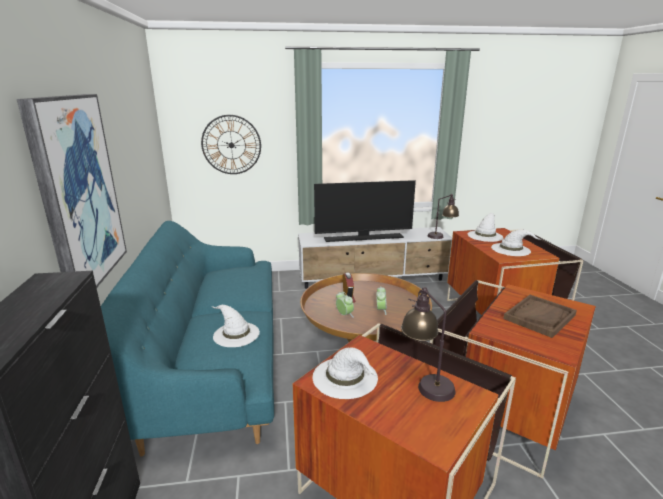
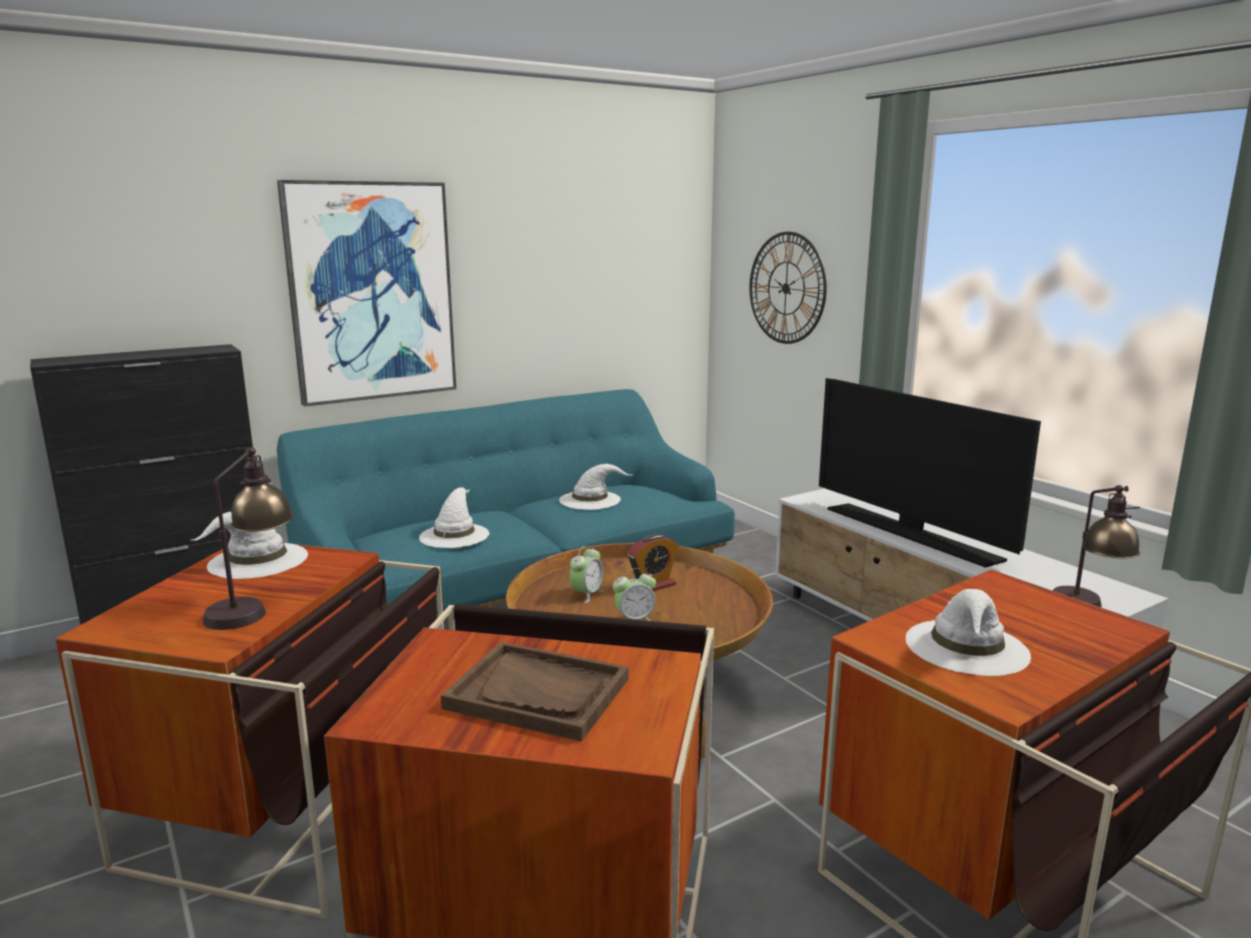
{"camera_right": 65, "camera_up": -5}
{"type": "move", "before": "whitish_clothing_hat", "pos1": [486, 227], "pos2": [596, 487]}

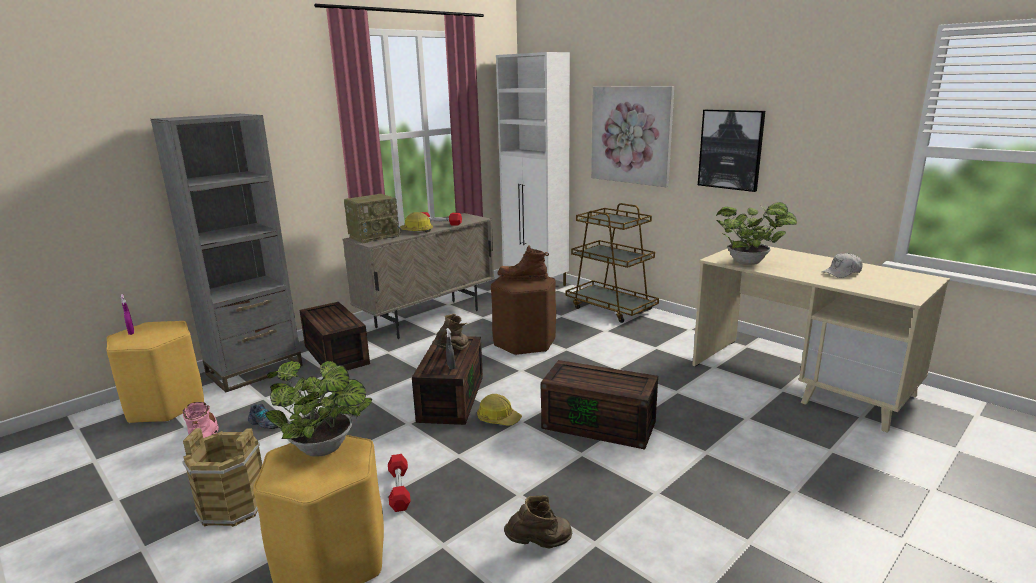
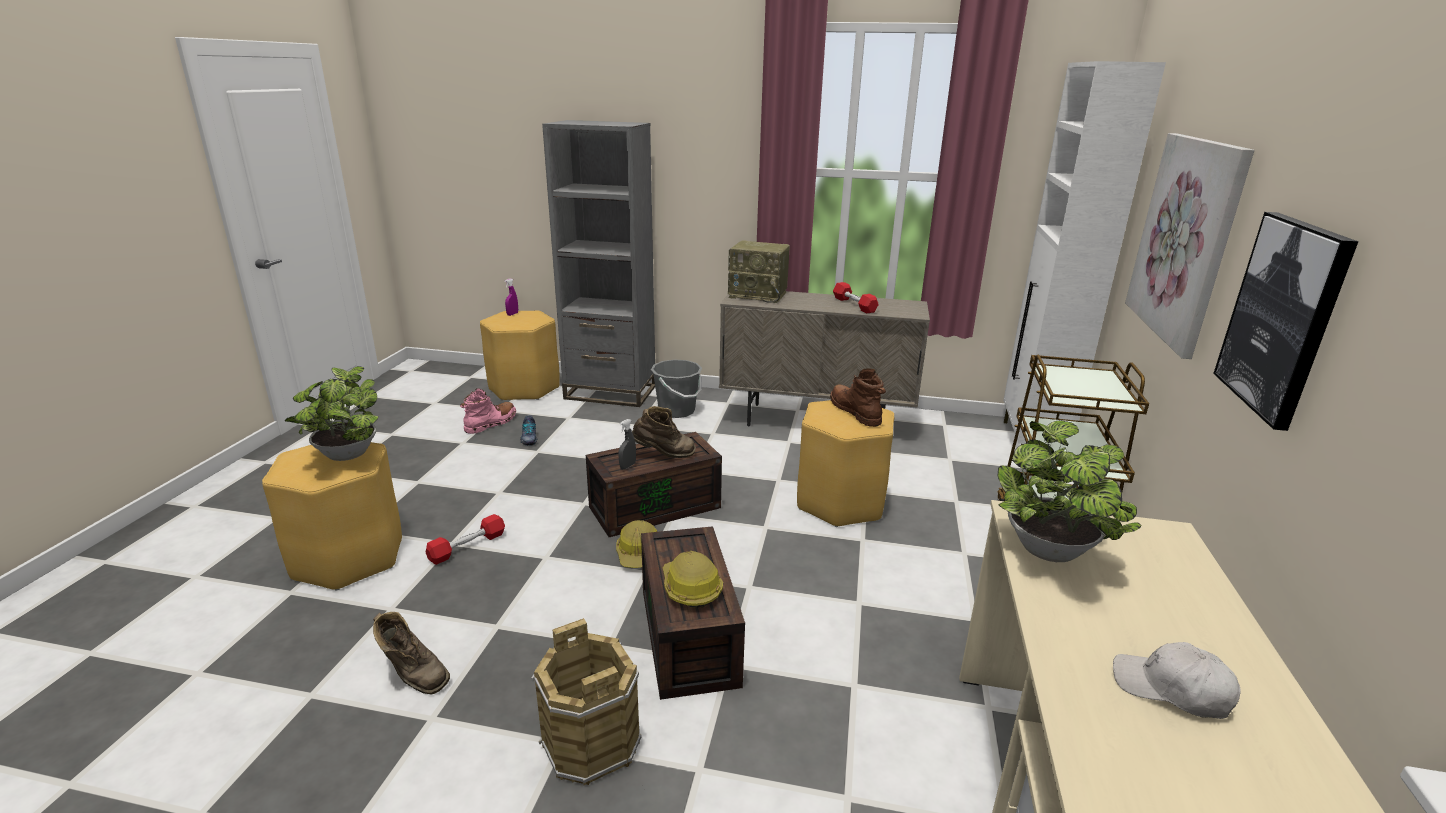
{"camera_right": 55, "camera_up": 5}
{"type": "move", "before": "brown-coloured_pail", "pos1": [222, 477], "pos2": [586, 701]}
{"type": "replace", "before": "brown-coloured_storage_container", "after": "gray_pail", "pos1": [334, 336], "pos2": [676, 389]}
{"type": "move", "before": "work_helmet", "pos1": [416, 222], "pos2": [693, 579]}
{"type": "recolor", "before": "brown-coloured_stool", "after": "yellowish_stool", "pos1": [523, 315], "pos2": [845, 463]}

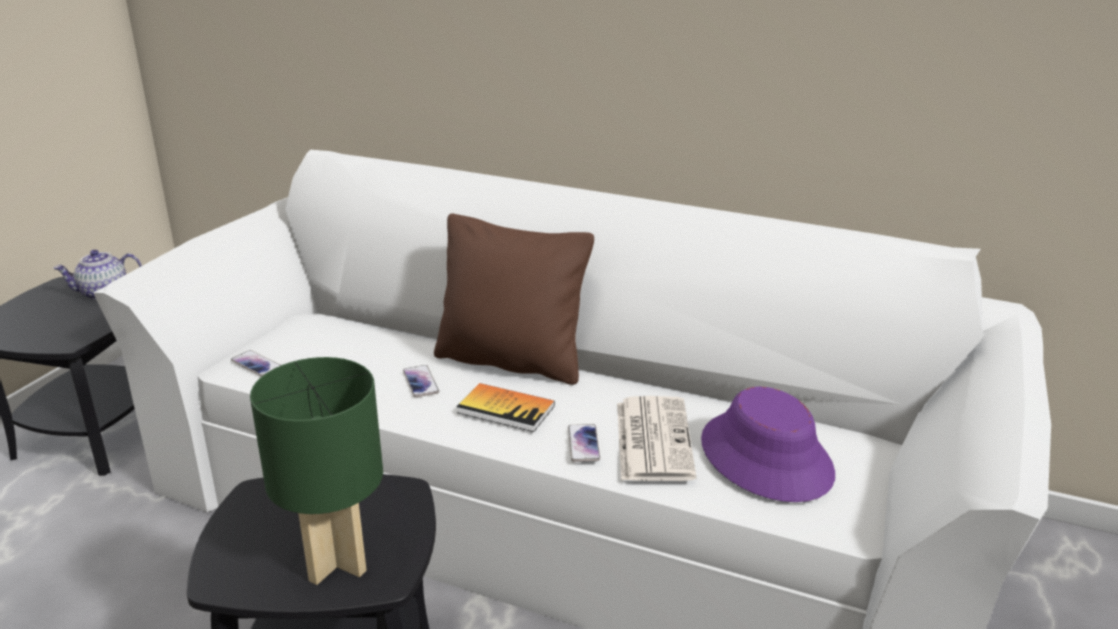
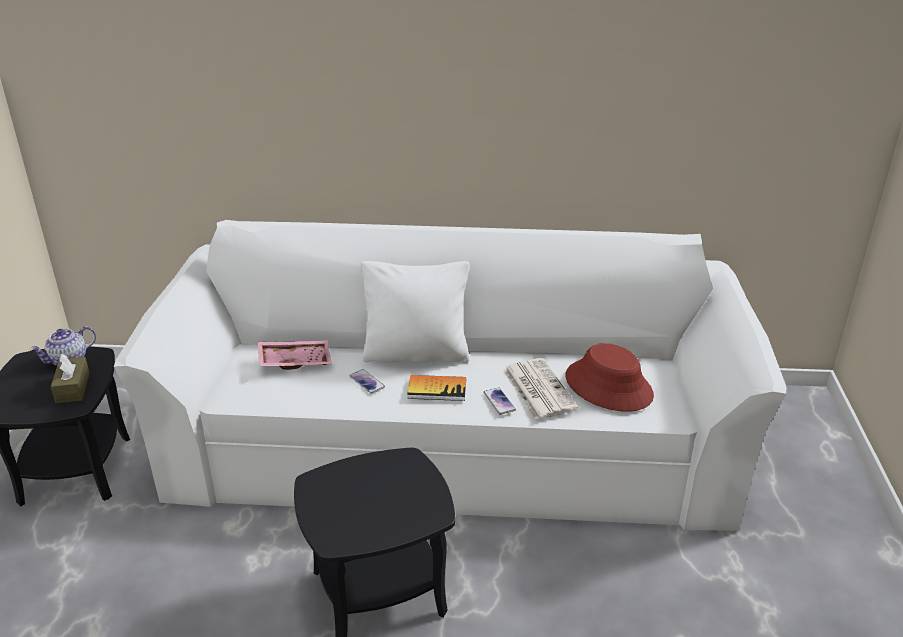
{"camera_right": -20, "camera_up": 5}
{"type": "delete", "before": "telephone", "pos1": [256, 363]}
{"type": "delete", "before": "green-coloured_table_lamp", "pos1": [316, 471]}
{"type": "recolor", "before": "brown-coloured_pillow", "after": "whitish_pillow", "pos1": [514, 299], "pos2": [415, 312]}
{"type": "recolor", "before": "purplish_clothing_hat", "after": "red-coloured_clothing_hat", "pos1": [768, 444], "pos2": [610, 377]}
{"type": "insert", "after": "brown-coloured_tissue_holder", "pos2": [70, 378]}
{"type": "insert", "after": "pinkish_carrying_tray", "pos2": [295, 355]}

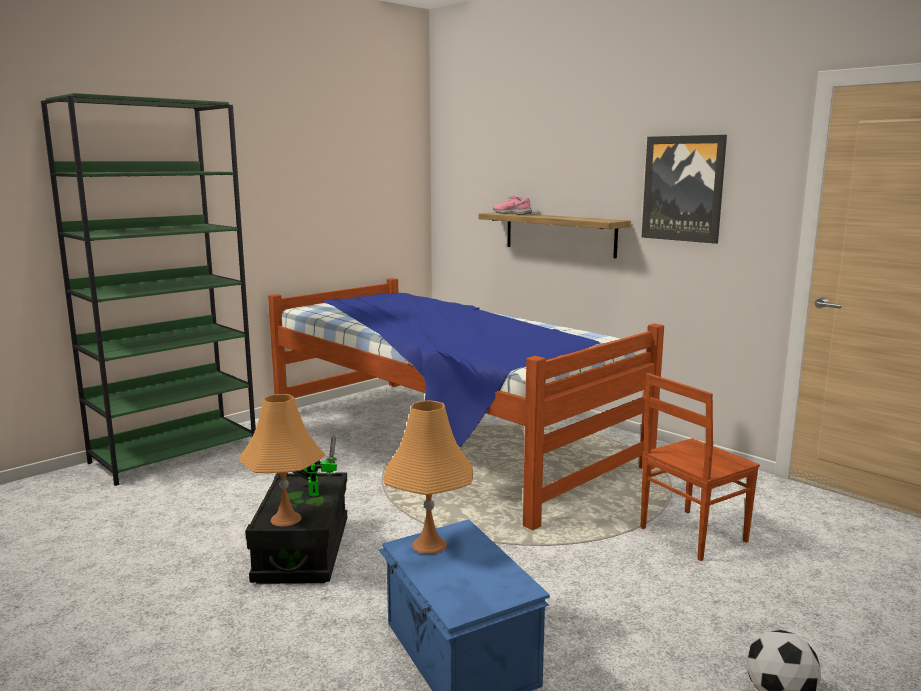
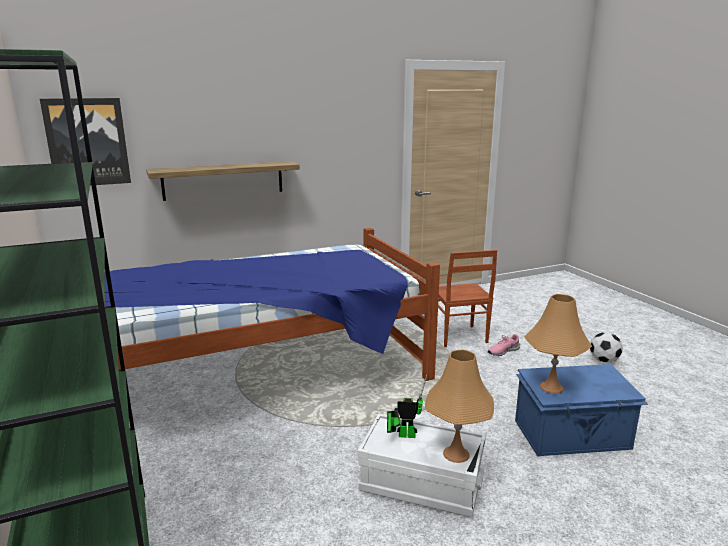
{"camera_right": -70, "camera_up": 5}
{"type": "recolor", "before": "black-coloured_storage_container", "after": "whitish_storage_container", "pos1": [296, 528], "pos2": [421, 466]}
{"type": "move", "before": "pinkish_low_shoe", "pos1": [512, 205], "pos2": [504, 345]}
{"type": "move", "before": "wall_art", "pos1": [684, 189], "pos2": [85, 142]}

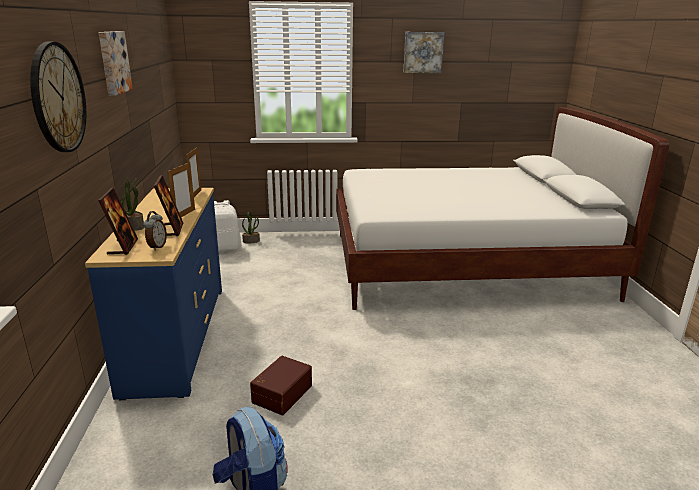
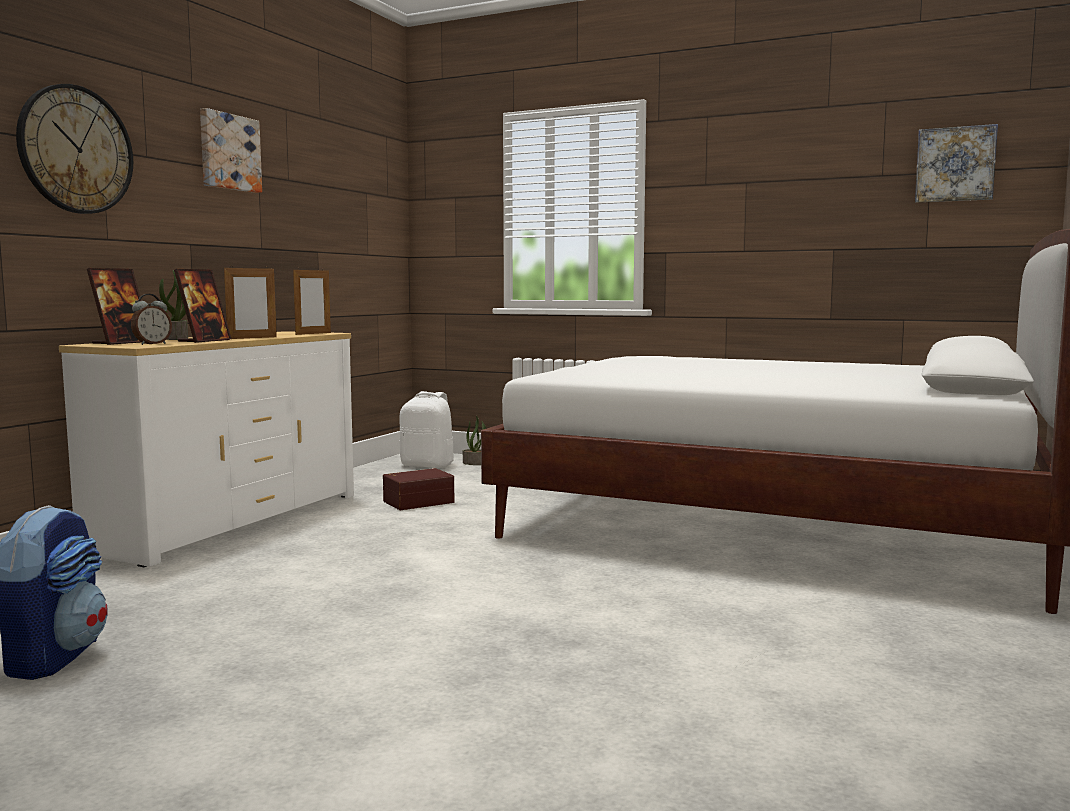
{"camera_right": 30, "camera_up": -15}
{"type": "recolor", "before": "blue_chest_of_drawers", "after": "whitish_chest_of_drawers", "pos1": [153, 294], "pos2": [206, 449]}
{"type": "move", "before": "brown-coloured_storage_container", "pos1": [281, 385], "pos2": [418, 489]}
{"type": "move", "before": "wall_art", "pos1": [424, 52], "pos2": [956, 163]}

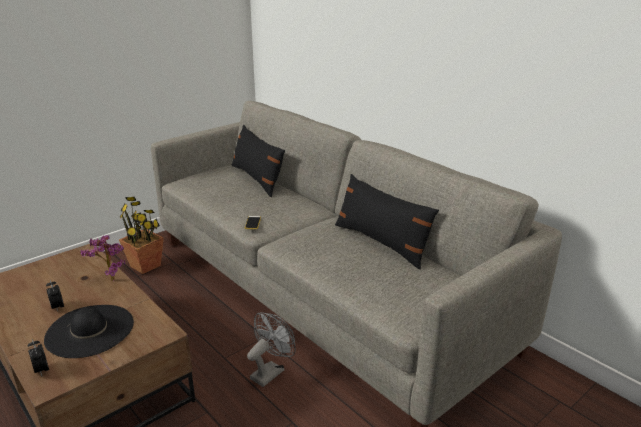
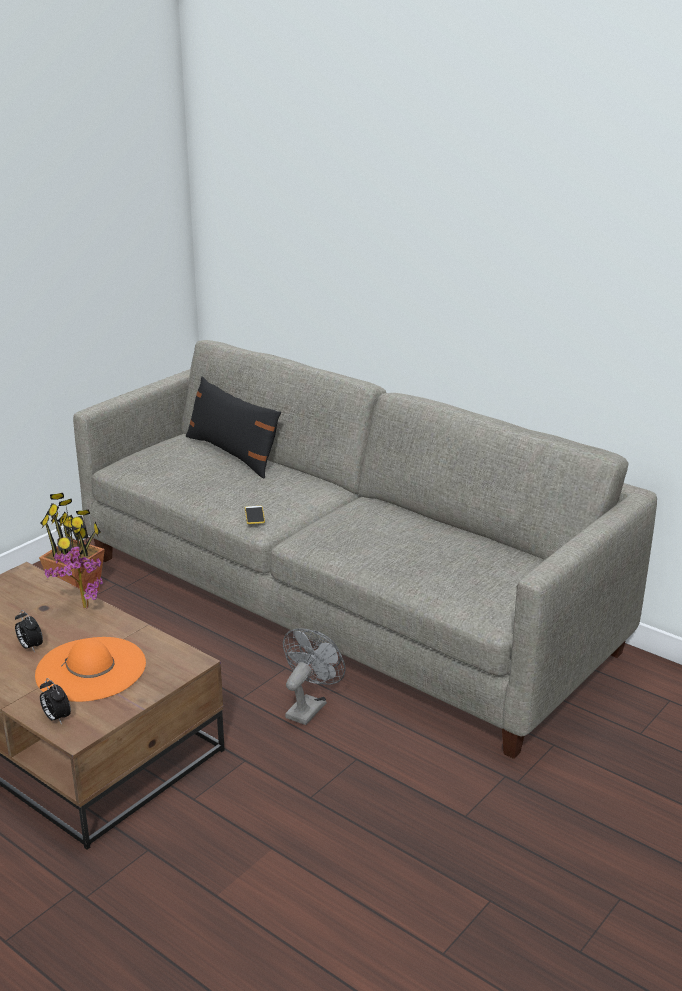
{"camera_right": -10, "camera_up": 0}
{"type": "recolor", "before": "black-coloured_clothing_hat", "after": "orange-coloured_clothing_hat", "pos1": [89, 331], "pos2": [90, 669]}
{"type": "delete", "before": "black-coloured_pillow", "pos1": [387, 221]}

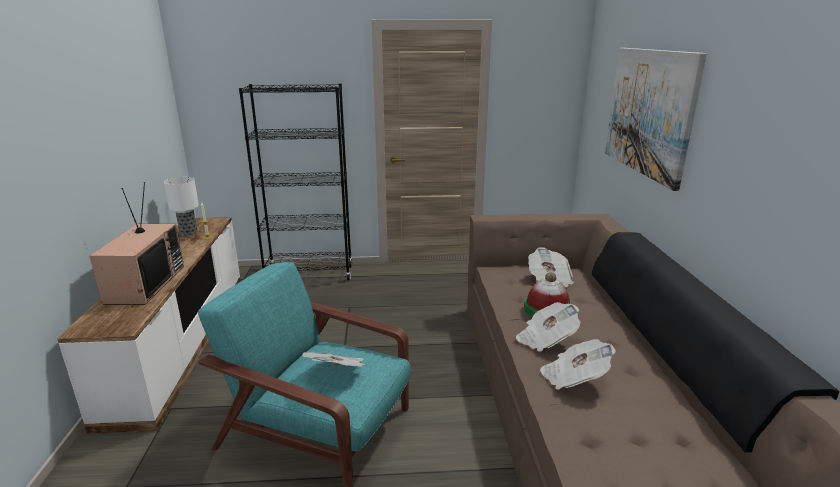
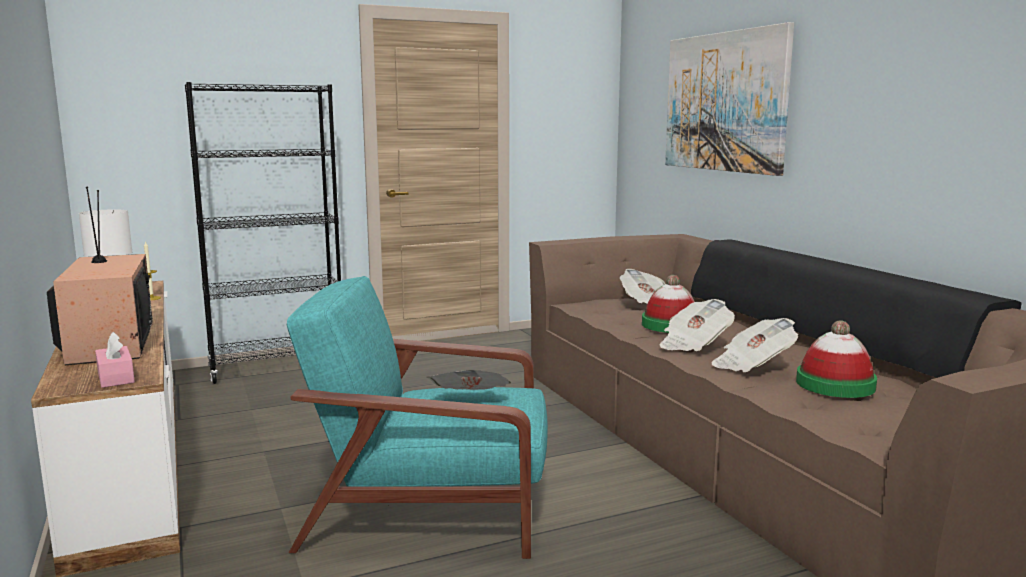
{"camera_right": -20, "camera_up": -10}
{"type": "insert", "after": "pinkish_tissue_holder", "pos2": [115, 360]}
{"type": "insert", "after": "clothing_hat", "pos2": [836, 359]}

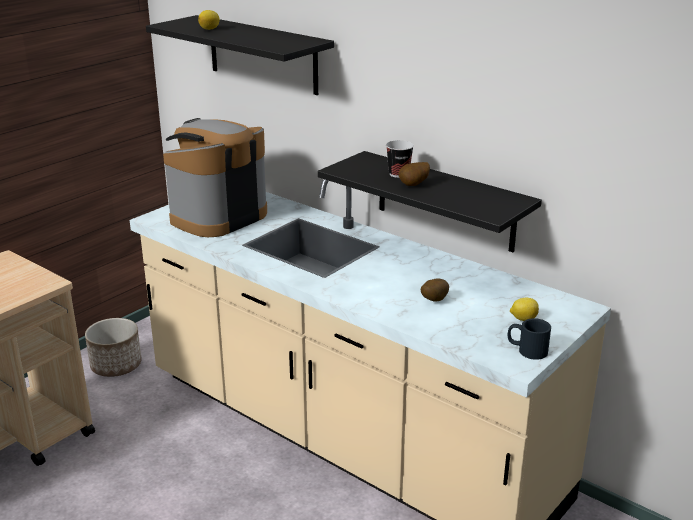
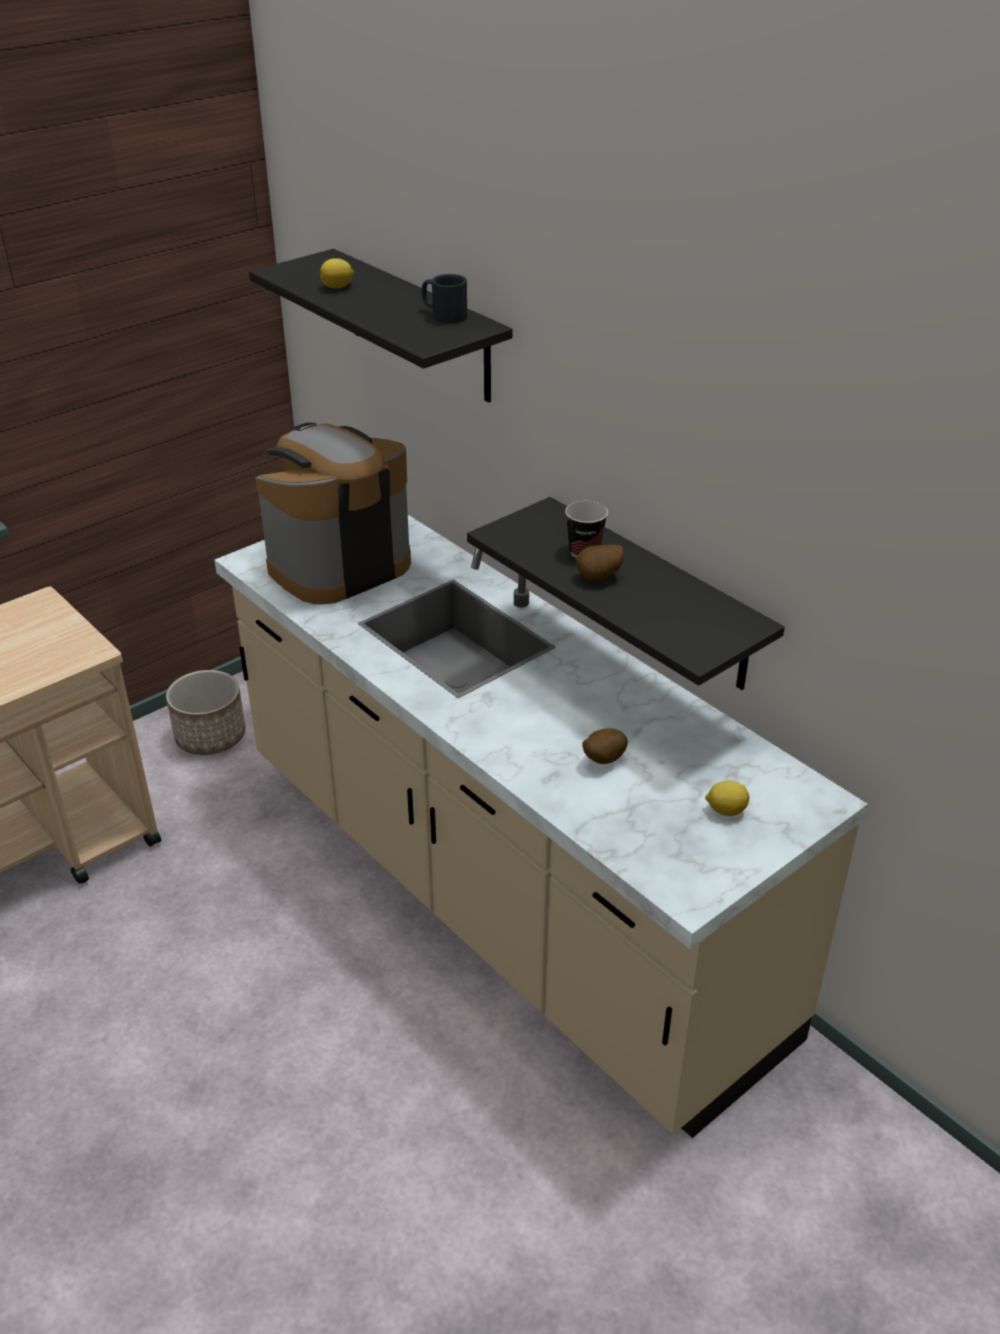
{"camera_right": 10, "camera_up": 10}
{"type": "move", "before": "black-coloured_mug", "pos1": [529, 339], "pos2": [444, 298]}

